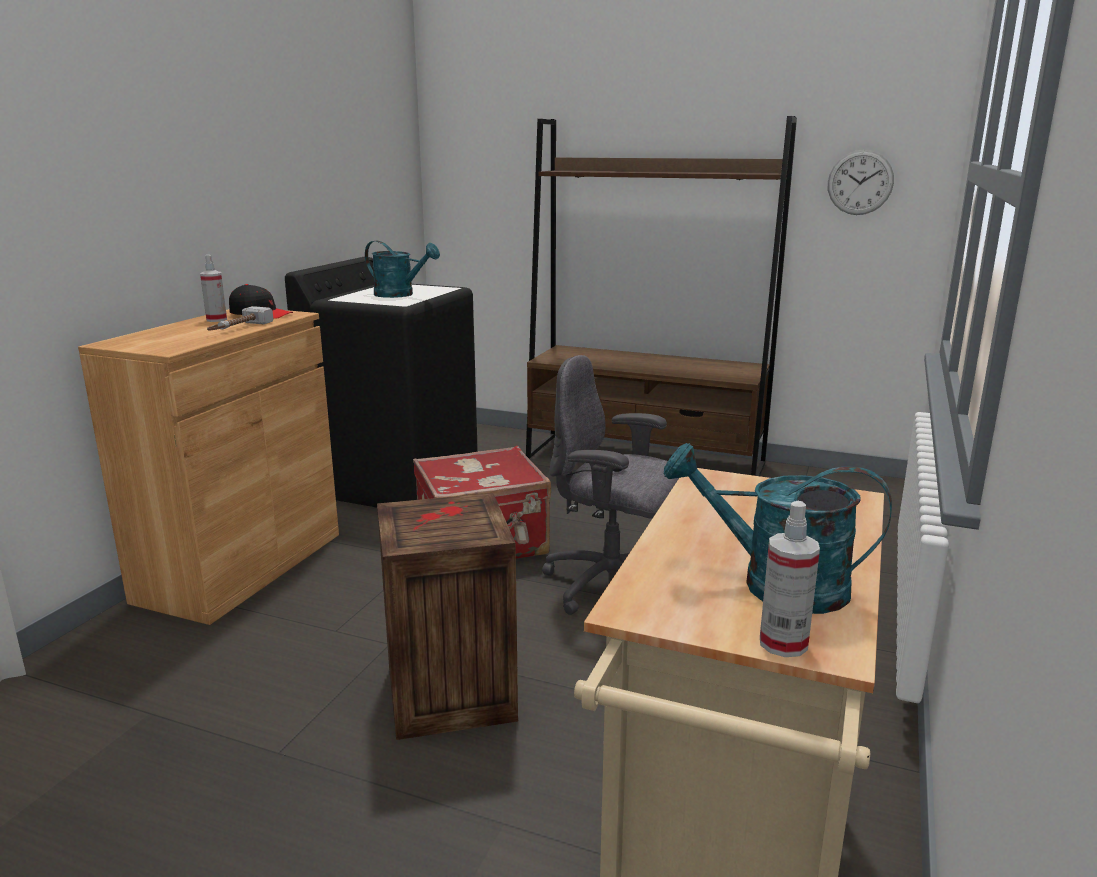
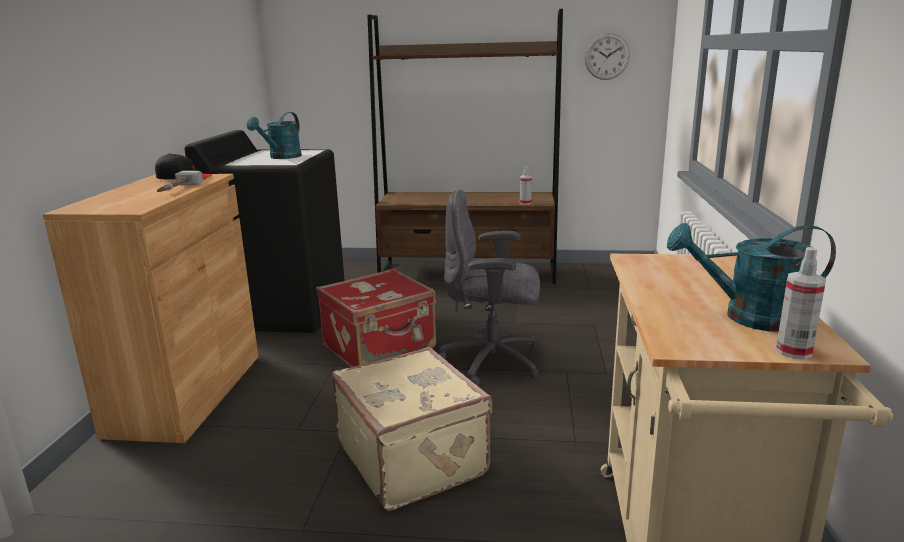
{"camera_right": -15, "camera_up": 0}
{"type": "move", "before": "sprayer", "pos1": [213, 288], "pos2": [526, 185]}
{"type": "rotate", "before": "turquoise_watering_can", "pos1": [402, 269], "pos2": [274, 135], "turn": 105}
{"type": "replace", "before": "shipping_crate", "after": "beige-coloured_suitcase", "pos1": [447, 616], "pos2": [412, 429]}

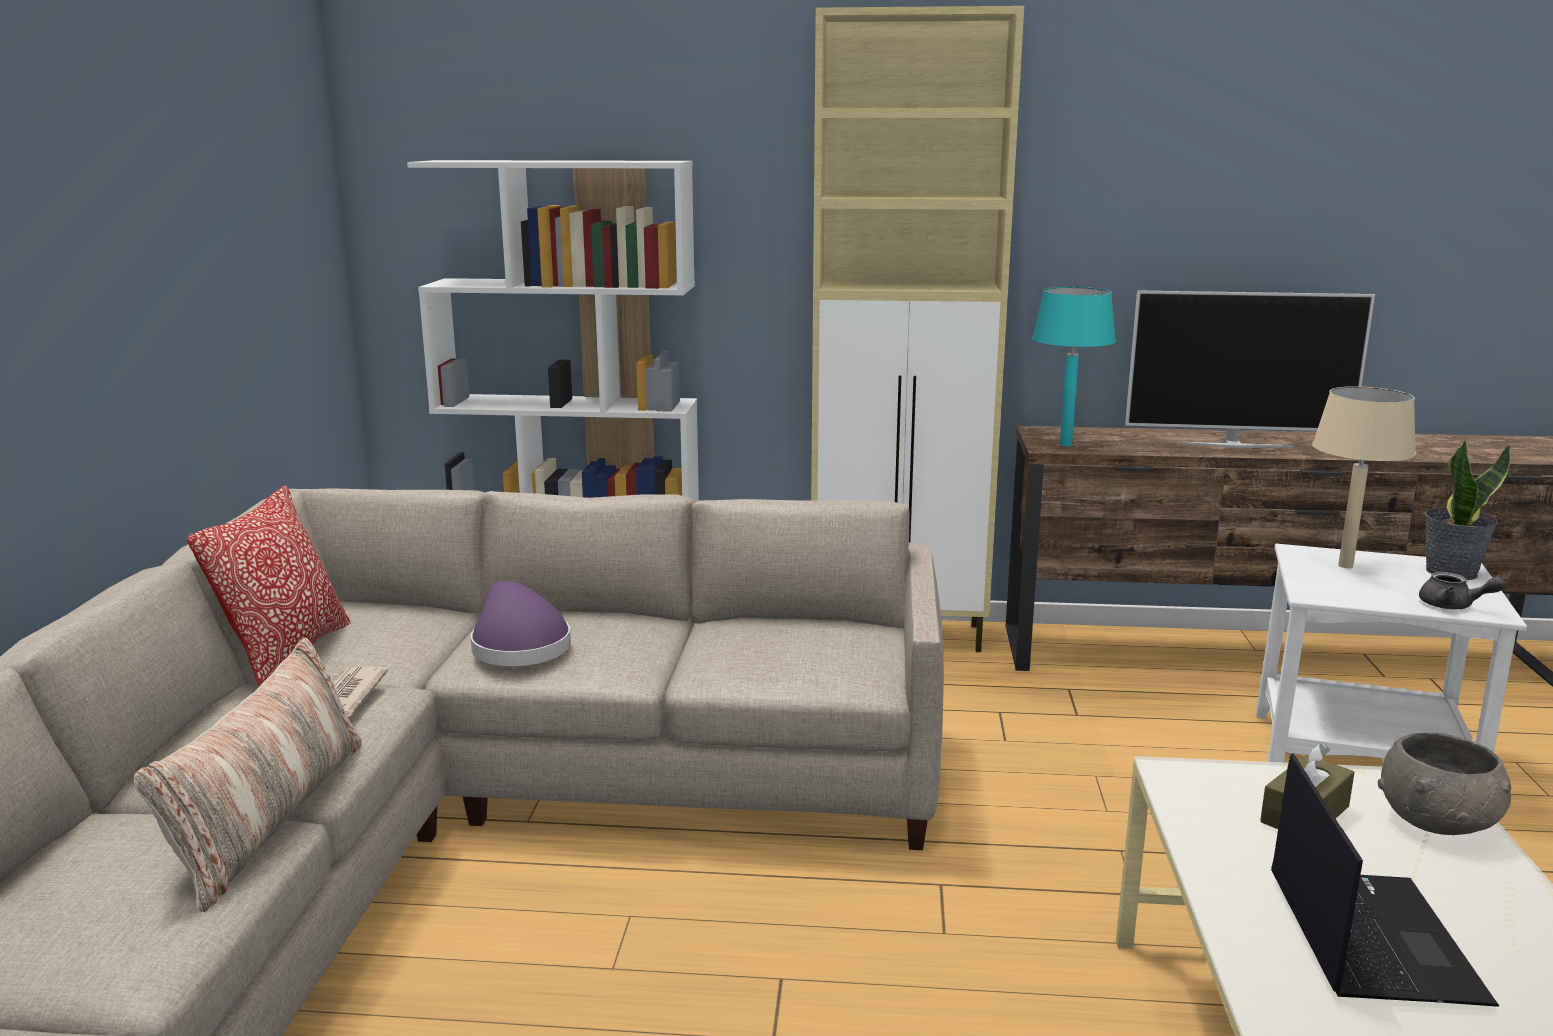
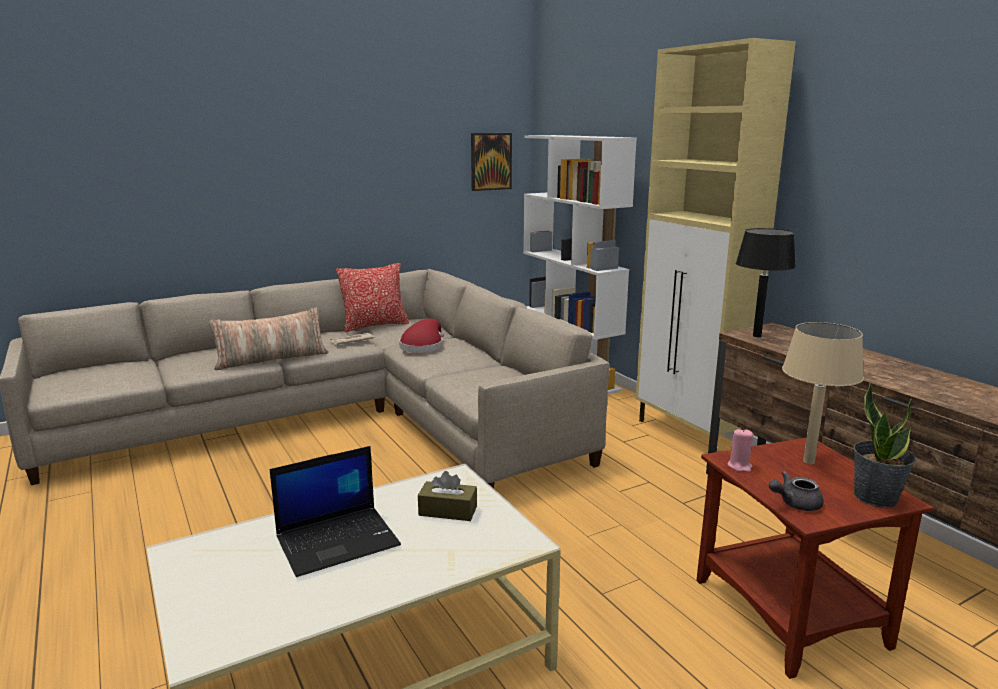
{"camera_right": 55, "camera_up": 0}
{"type": "recolor", "before": "purplish_clothing_hat", "after": "red-coloured_clothing_hat", "pos1": [521, 623], "pos2": [421, 336]}
{"type": "recolor", "before": "turquoise_table_lamp", "after": "black-coloured_table_lamp", "pos1": [1074, 366], "pos2": [766, 282]}
{"type": "delete", "before": "TV", "pos1": [1250, 369]}
{"type": "recolor", "before": "whitish_accent_table", "after": "brown-coloured_accent_table", "pos1": [1391, 653], "pos2": [815, 558]}
{"type": "delete", "before": "gray_deep_dish", "pos1": [1444, 783]}
{"type": "rotate", "before": "gray_pot_for_tea", "pos1": [1462, 590], "pos2": [796, 491], "turn": 75}
{"type": "insert", "after": "wall_art", "pos2": [491, 162]}
{"type": "insert", "after": "pinkish_wax_candle", "pos2": [740, 450]}

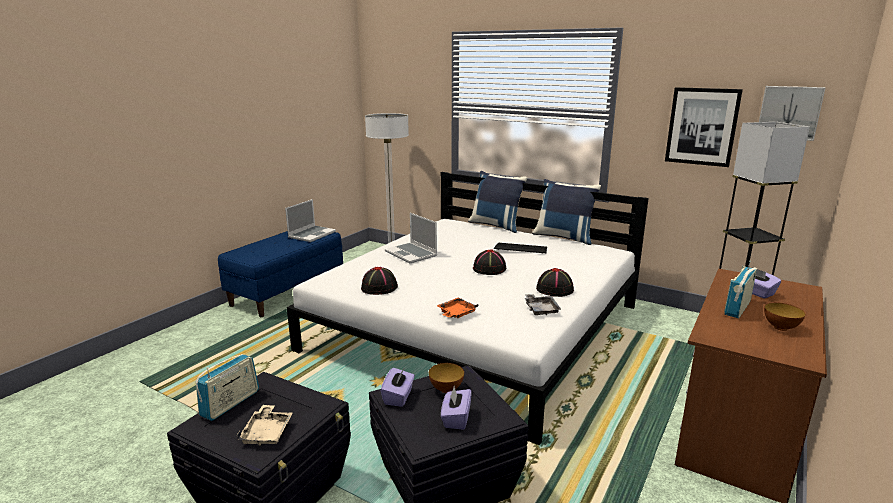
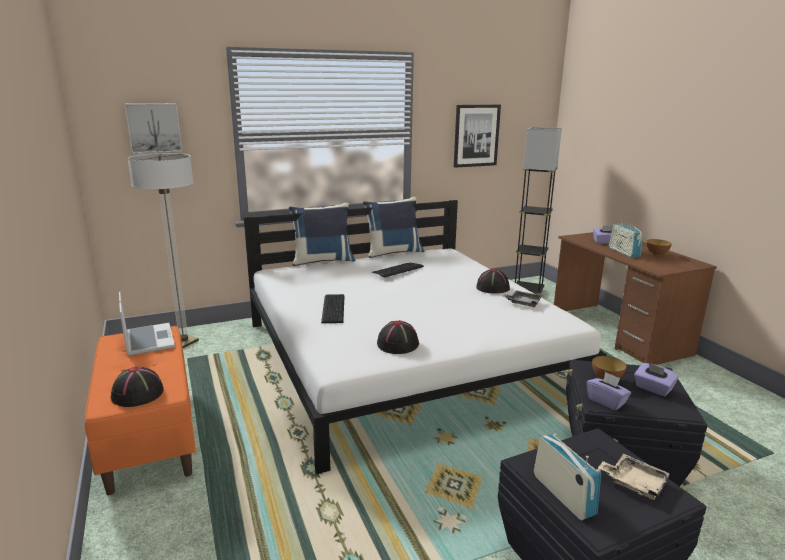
{"camera_right": -55, "camera_up": 0}
{"type": "recolor", "before": "blue_bench", "after": "orange-coloured_bench", "pos1": [280, 274], "pos2": [140, 410]}
{"type": "replace", "before": "notebook_computer", "after": "PC_keyboard", "pos1": [411, 238], "pos2": [333, 308]}
{"type": "delete", "before": "orange-coloured_carrying_tray", "pos1": [457, 307]}
{"type": "move", "before": "black-coloured_clothing_hat", "pos1": [489, 262], "pos2": [137, 387]}
{"type": "move", "before": "wall_art", "pos1": [792, 113], "pos2": [153, 128]}

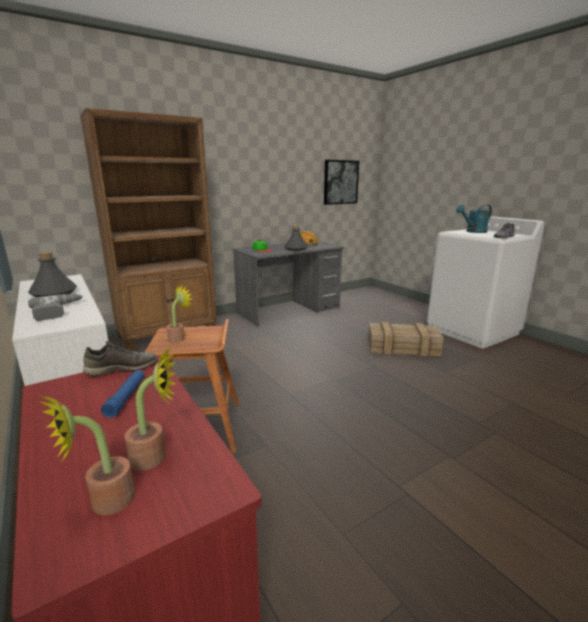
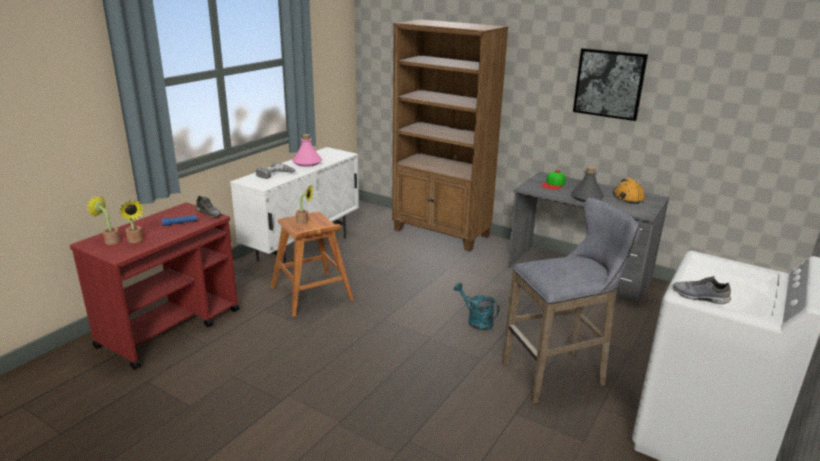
{"camera_right": 65, "camera_up": 5}
{"type": "recolor", "before": "gray_bottle", "after": "pinkish_bottle", "pos1": [52, 275], "pos2": [307, 150]}
{"type": "move", "before": "wall_art", "pos1": [341, 182], "pos2": [610, 84]}
{"type": "replace", "before": "shipping_crate", "after": "gray_stool", "pos1": [406, 339], "pos2": [571, 301]}
{"type": "move", "before": "turquoise_watering_can", "pos1": [474, 219], "pos2": [477, 306]}

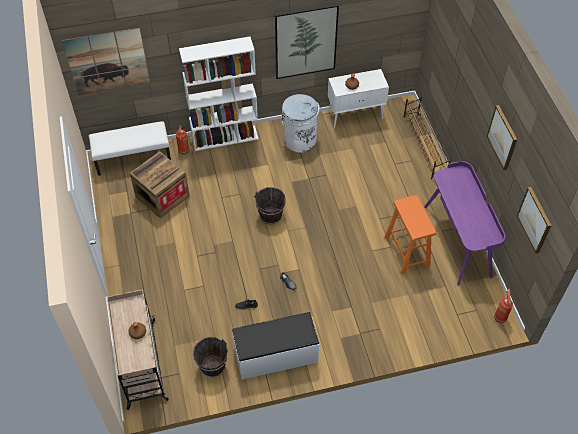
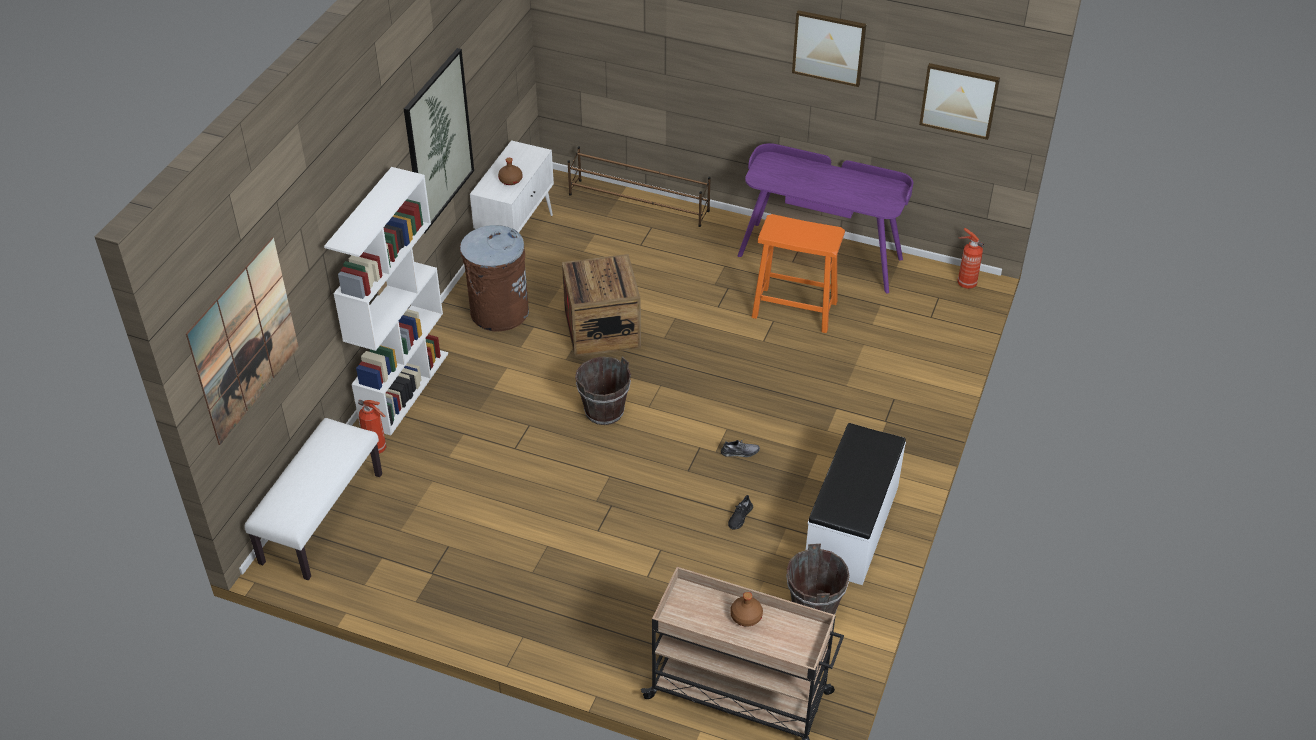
{"camera_right": -55, "camera_up": -10}
{"type": "move", "before": "shipping_crate", "pos1": [159, 185], "pos2": [601, 305]}
{"type": "recolor", "before": "whitish_trash_can", "after": "brown-coloured_trash_can", "pos1": [301, 123], "pos2": [494, 278]}

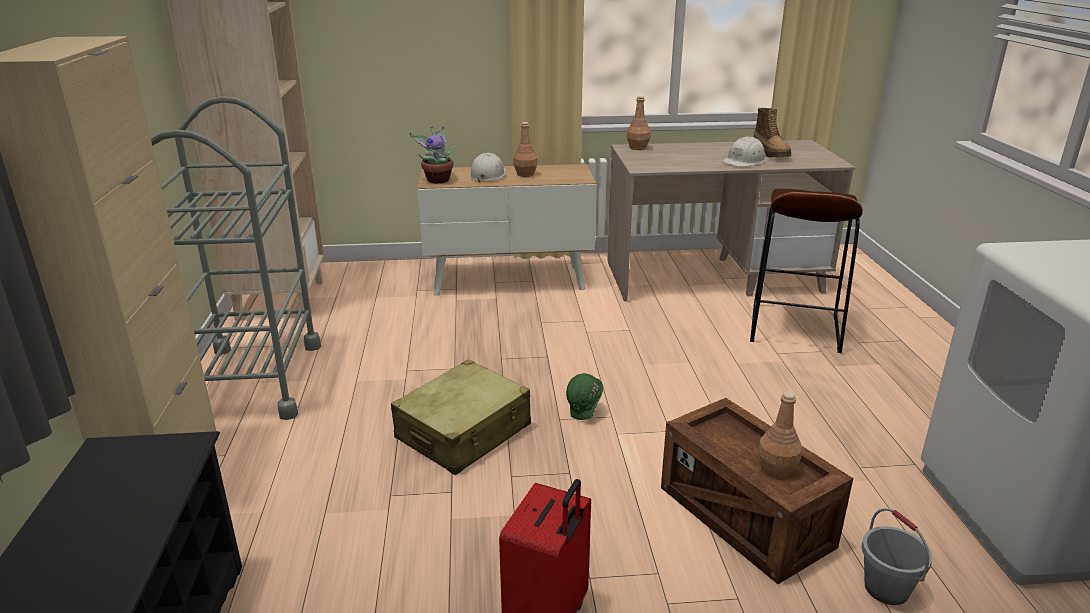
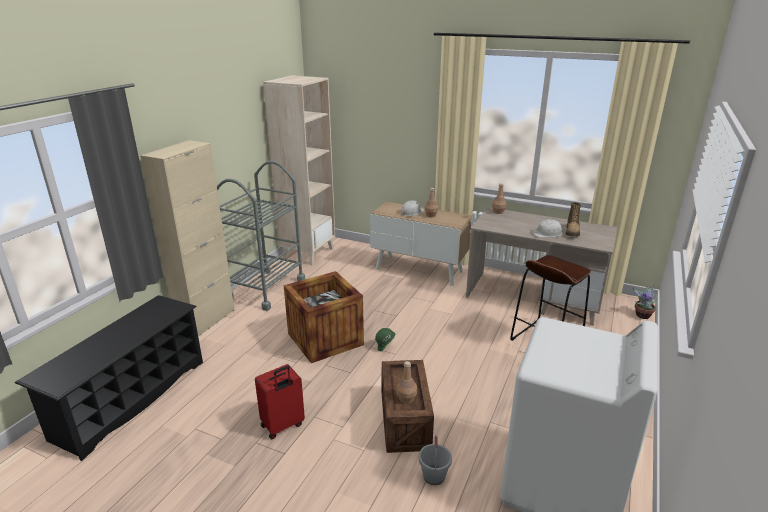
{"camera_right": 30, "camera_up": 0}
{"type": "replace", "before": "beige-coloured_suitcase", "after": "shipping_crate", "pos1": [461, 417], "pos2": [324, 317]}
{"type": "move", "before": "potted_plant", "pos1": [432, 154], "pos2": [645, 302]}

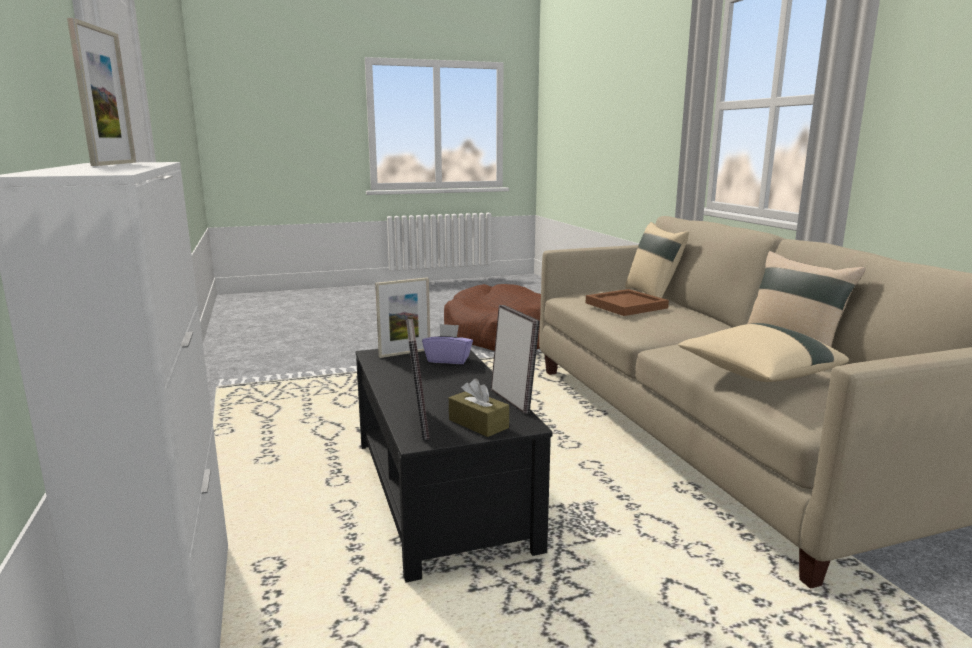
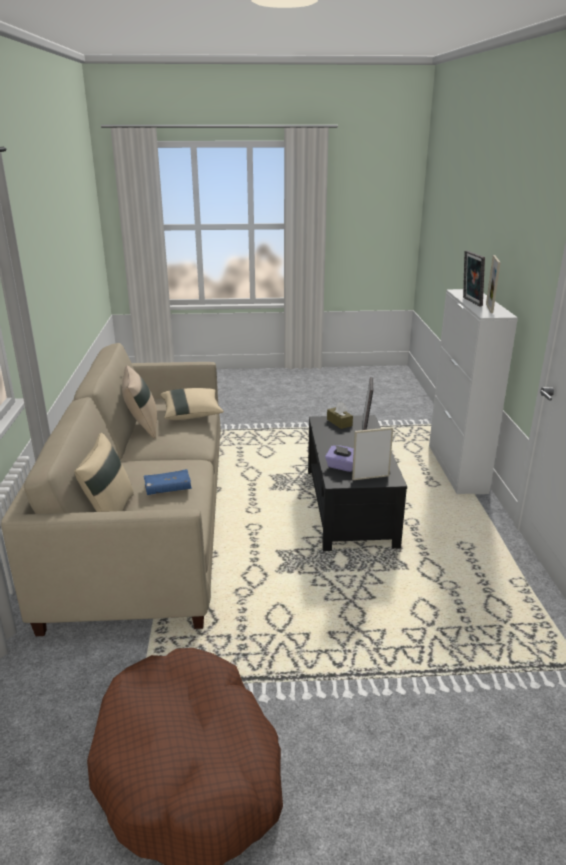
{"camera_right": -165, "camera_up": 10}
{"type": "move", "before": "standing_frame", "pos1": [515, 359], "pos2": [474, 278]}
{"type": "replace", "before": "brown-coloured_carrying_tray", "after": "blue_bound_book", "pos1": [627, 302], "pos2": [167, 482]}

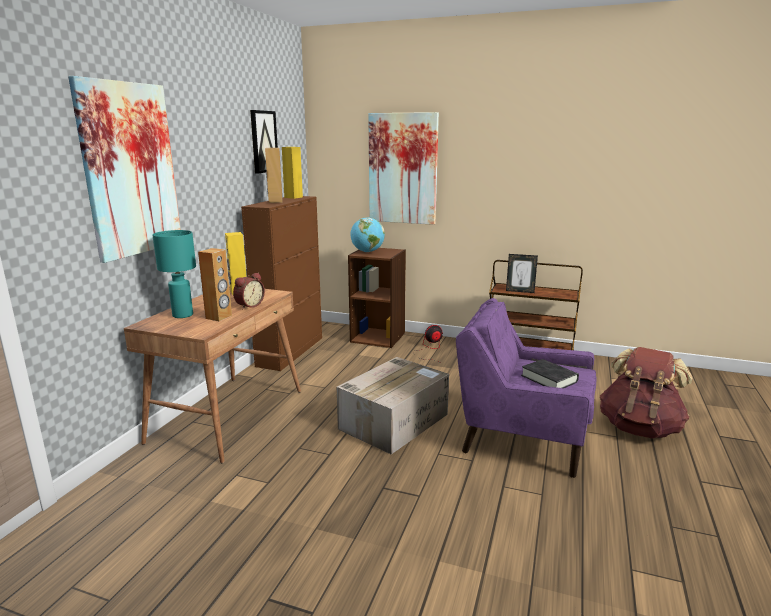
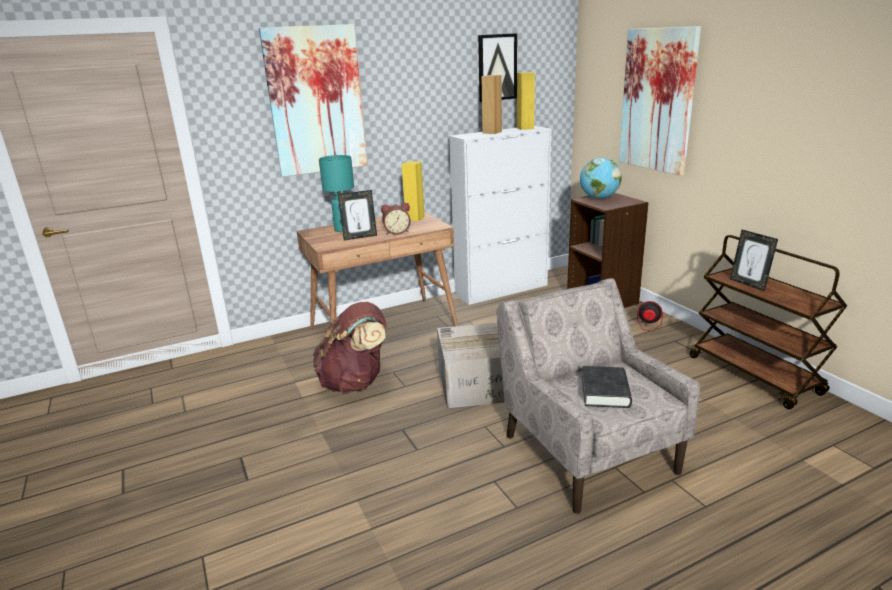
{"camera_right": 45, "camera_up": 5}
{"type": "replace", "before": "brown-coloured_loudspeaker", "after": "standing_frame", "pos1": [215, 284], "pos2": [357, 215]}
{"type": "recolor", "before": "brown-coloured_cabinet", "after": "whitish_cabinet", "pos1": [281, 283], "pos2": [500, 215]}
{"type": "recolor", "before": "purplish_easy_chair", "after": "beige-coloured_easy_chair", "pos1": [526, 388], "pos2": [598, 396]}
{"type": "move", "before": "brown-coloured_knapsack", "pos1": [646, 392], "pos2": [350, 347]}

